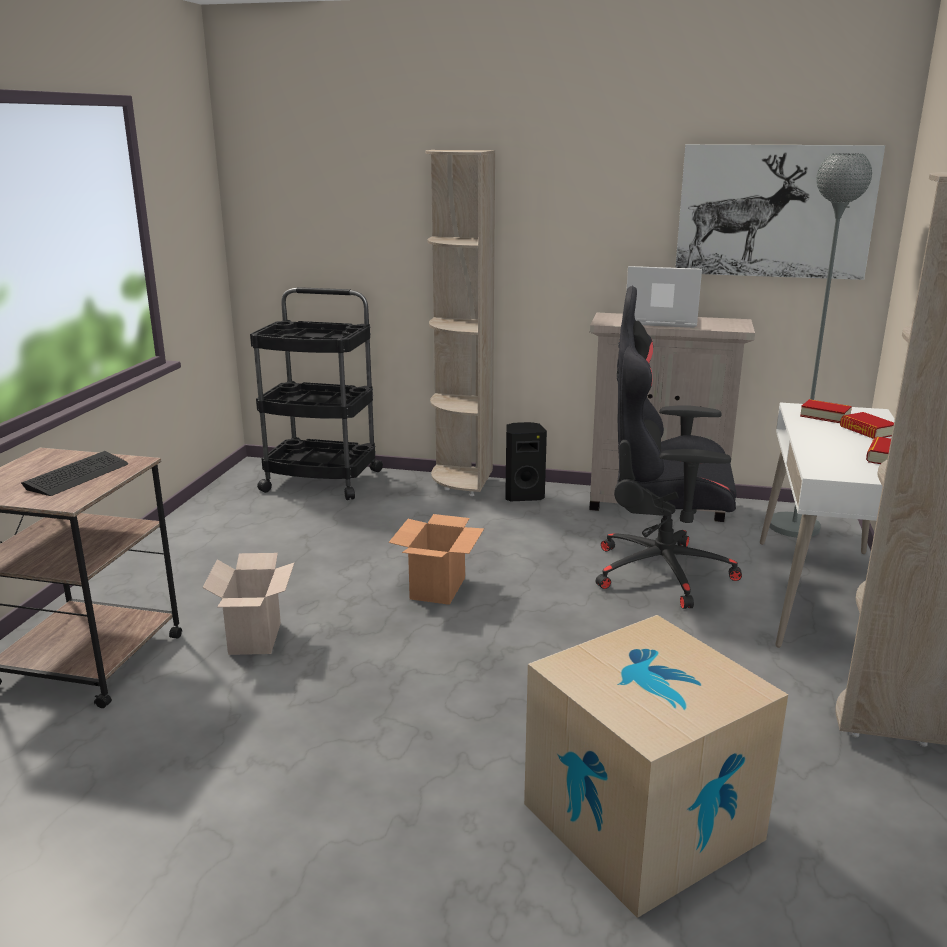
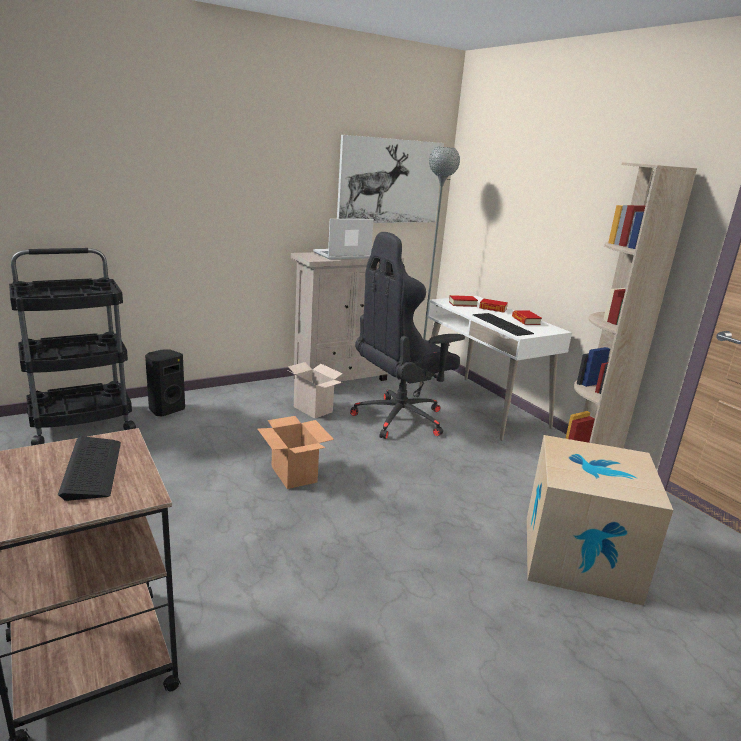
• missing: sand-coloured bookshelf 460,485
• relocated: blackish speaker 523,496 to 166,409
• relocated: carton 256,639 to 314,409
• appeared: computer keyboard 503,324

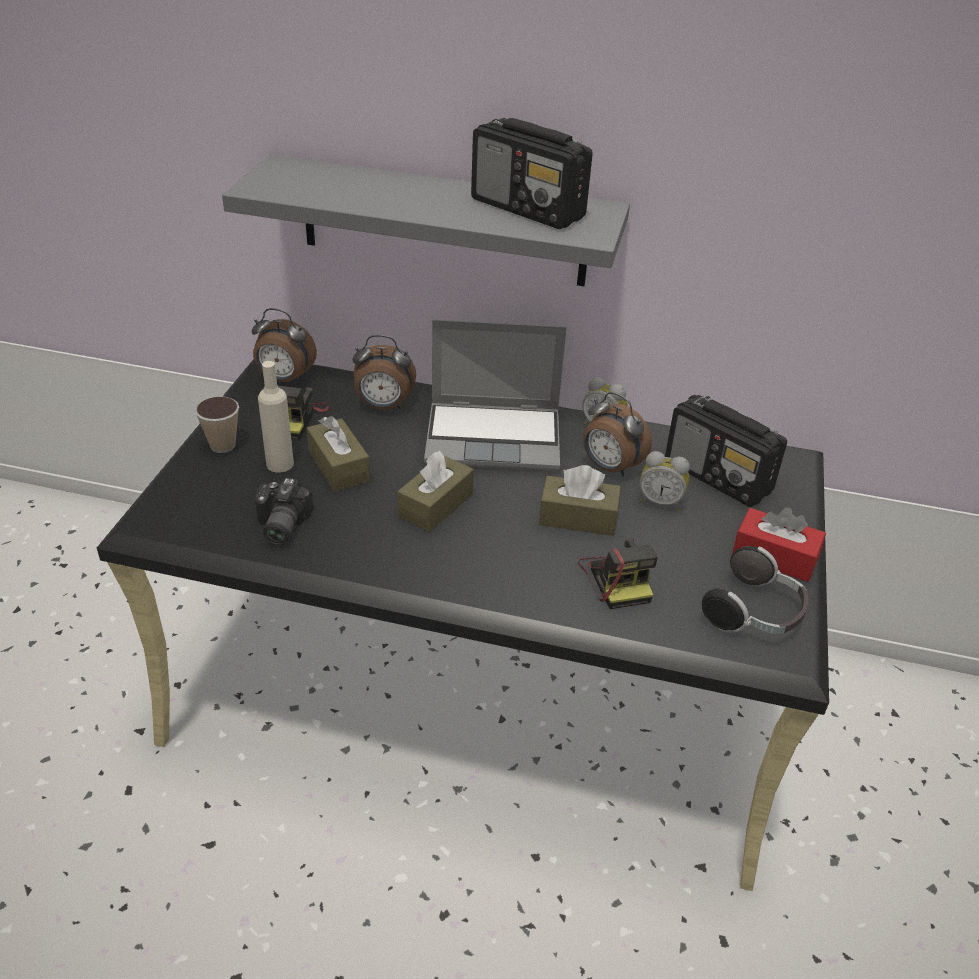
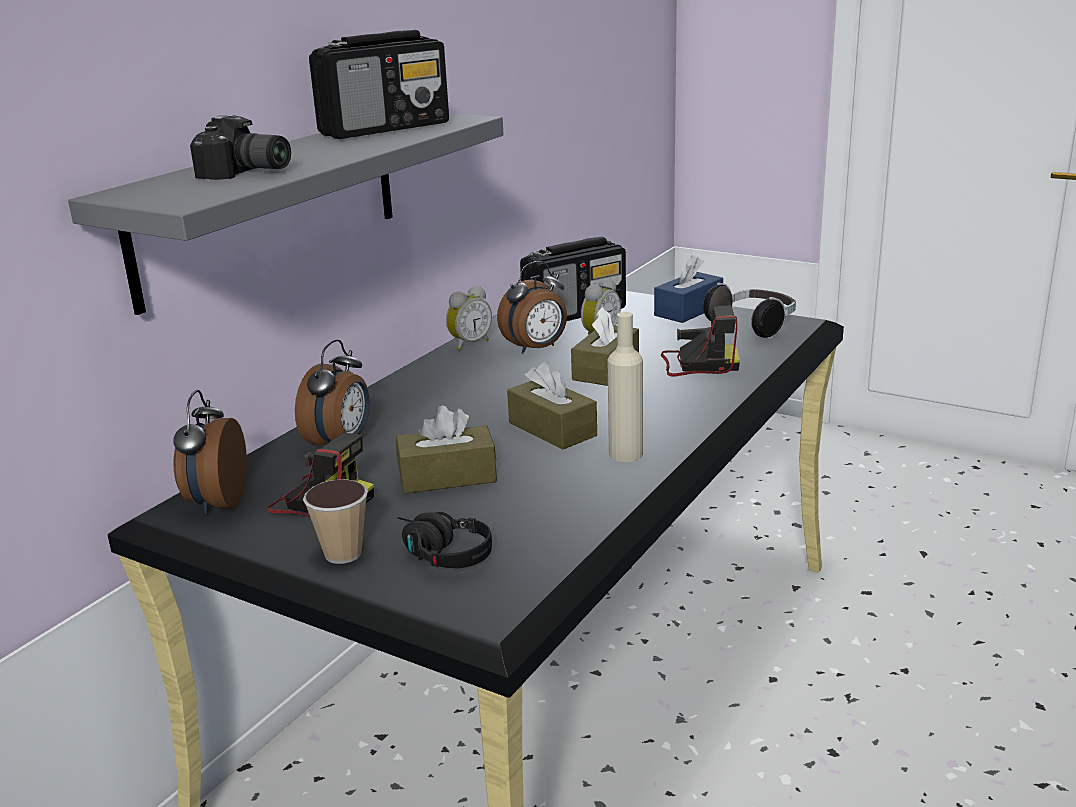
• spun: table clock 284,379 = 216,503 150 degrees clockwise
• missing: laptop 495,438
• relocated: sand-coloured bottle 280,464 to 625,454
• relocated: still camera 279,526 to 245,173
• colour: red tissue box 774,556 to blue-coloured tissue box 688,310
• appeared: blackish headset 438,554

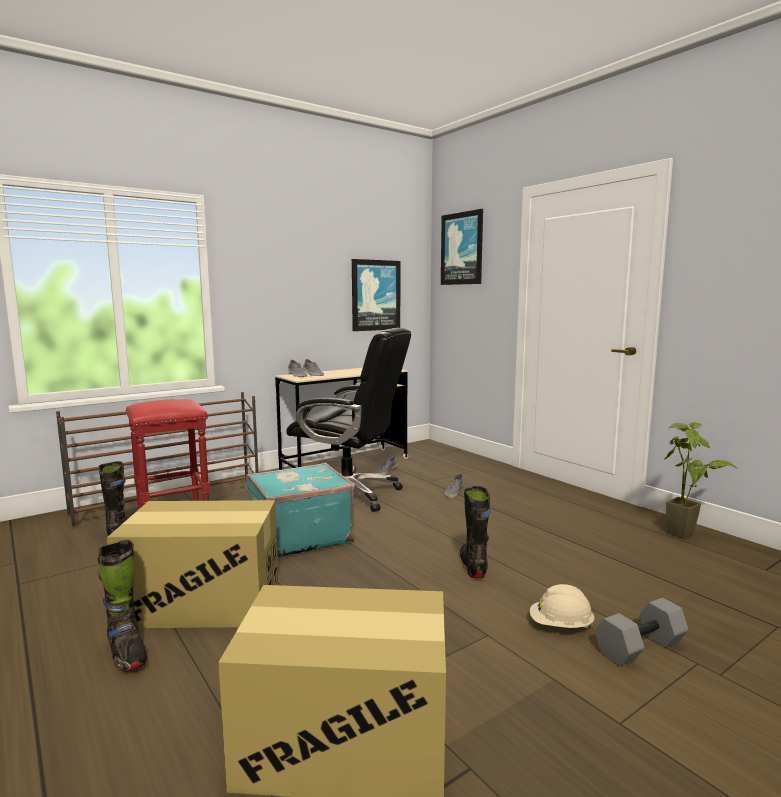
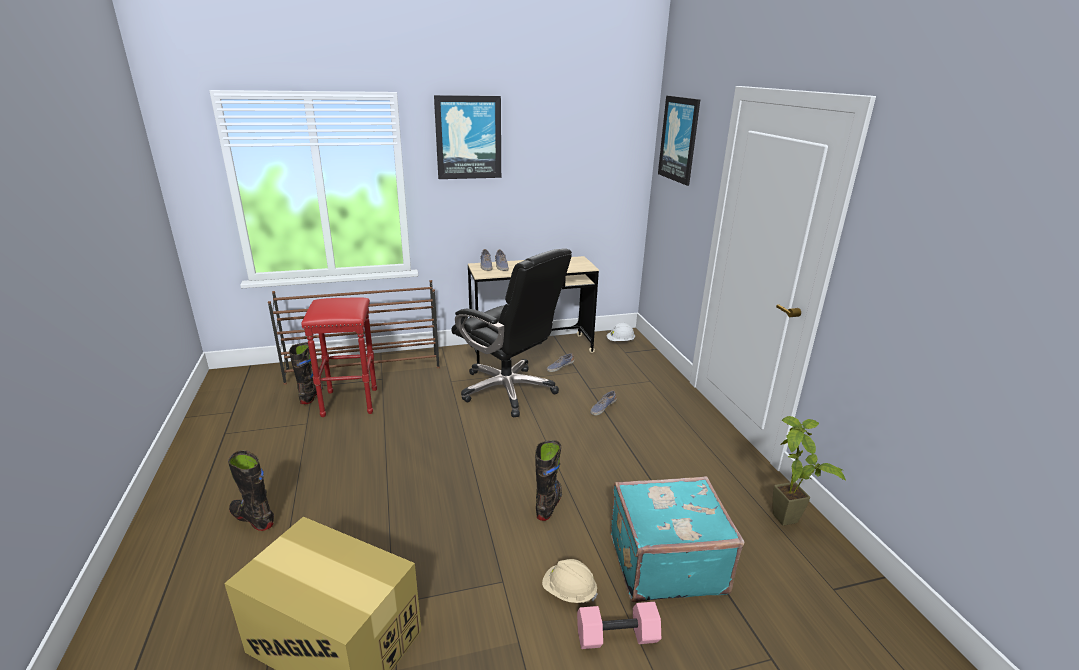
• relocated: wall picture 375,295 to 468,137
• relocated: turquoise-coloured piece of luggage 299,536 to 664,561
• missing: carton 204,601
• spun: blackish high-top boot 126,653 = 253,518 135 degrees clockwise
• colour: grey hand weight 640,649 to pink-coloured hand weight 616,638
• appeared: white-coloured safety helmet 620,341

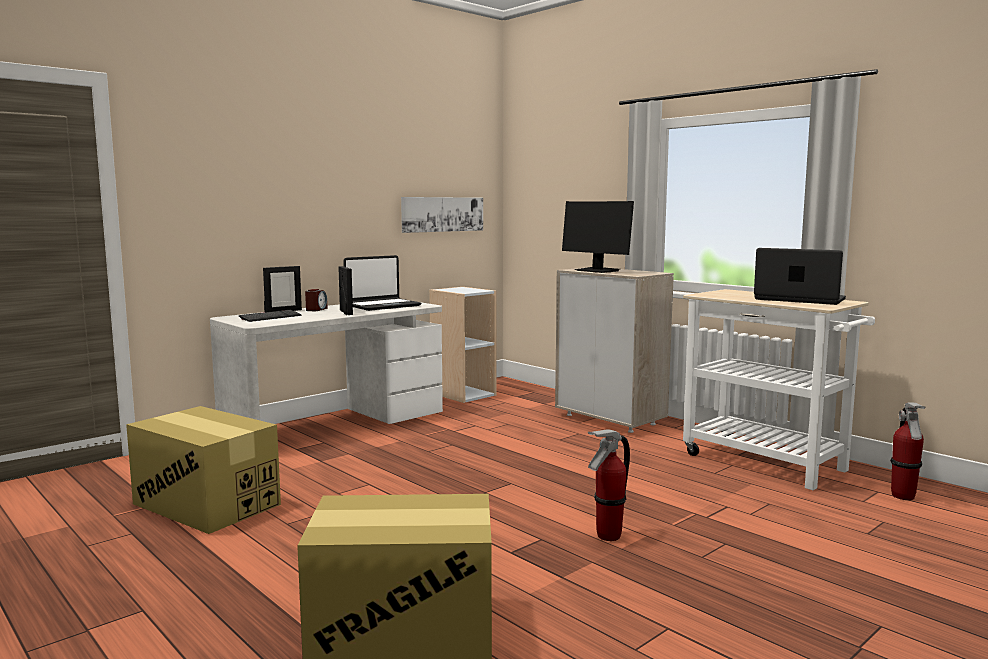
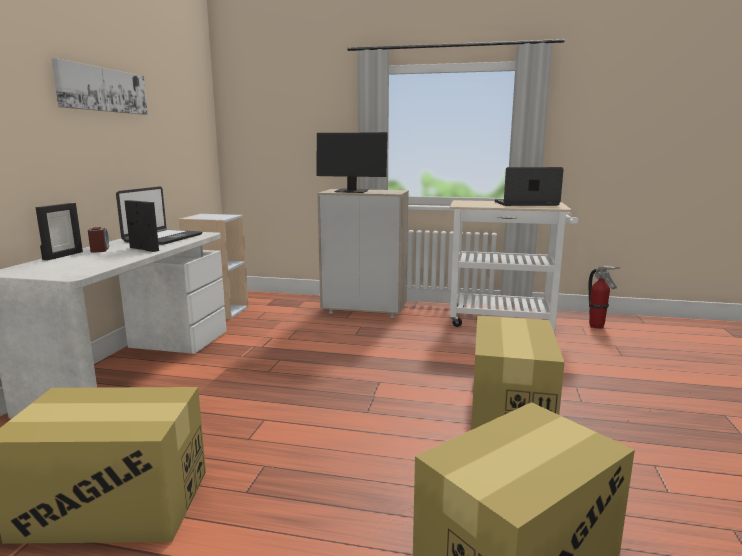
• relocated: wall picture 442,214 to 102,90
• missing: computer keyboard 270,317
• exchanged: extinguisher 608,536 to carton 510,405

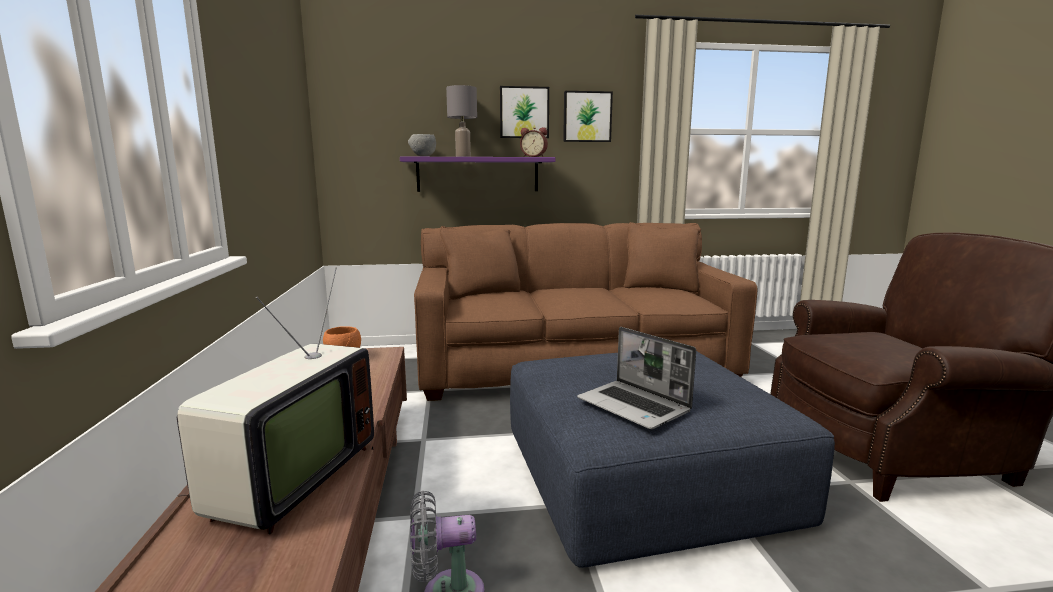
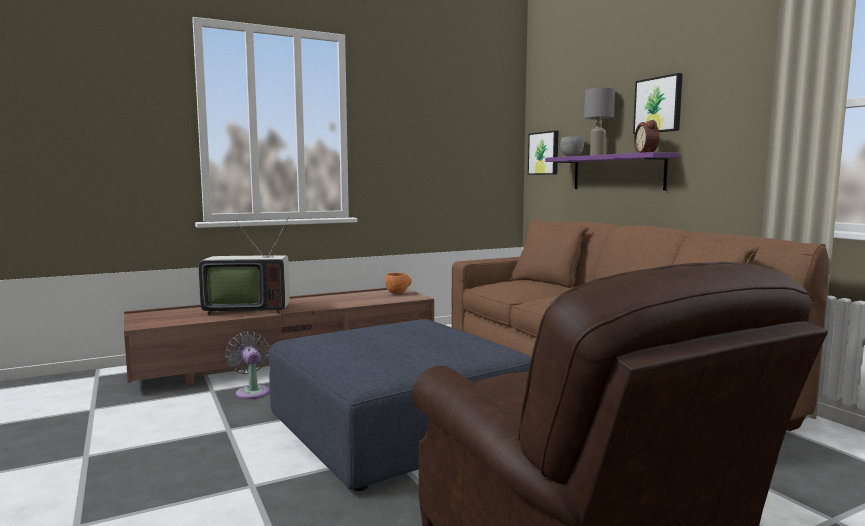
• relocated: wall picture 587,117 to 544,153
• missing: laptop 634,406

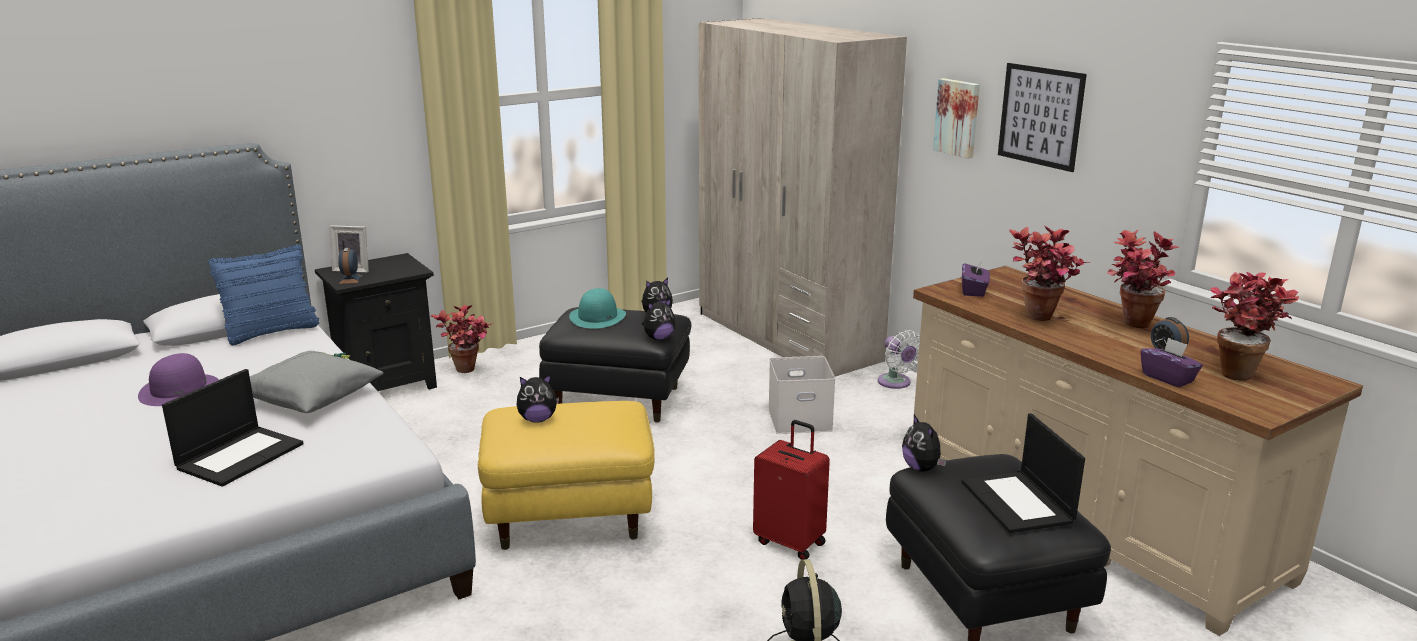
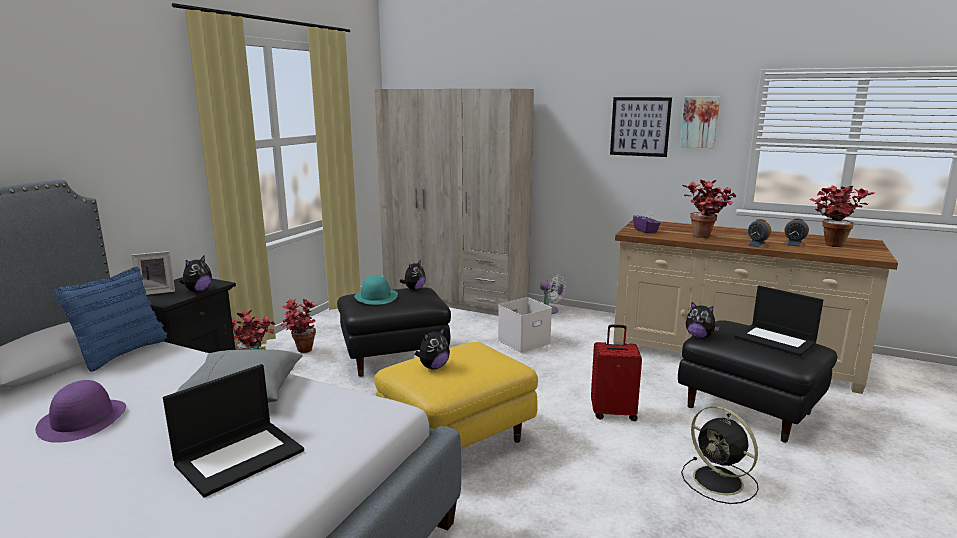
• relocated: wall picture 958,117 to 700,122
• relocated: potted plant 1130,326 to 301,352
• relocated: table clock 350,279 to 757,245
• relocated: soft toy 658,338 to 198,291
• missing: purple tissue box 1168,378
• spun: laptop 240,455 = 240,456 45 degrees clockwise

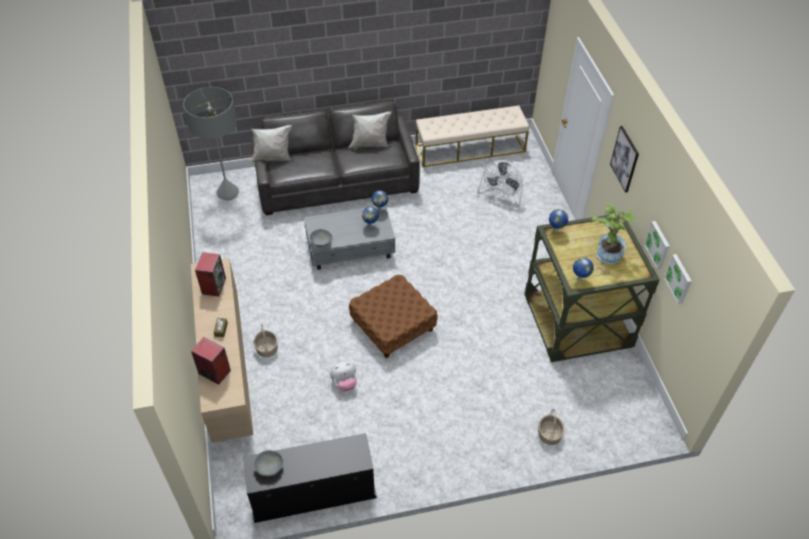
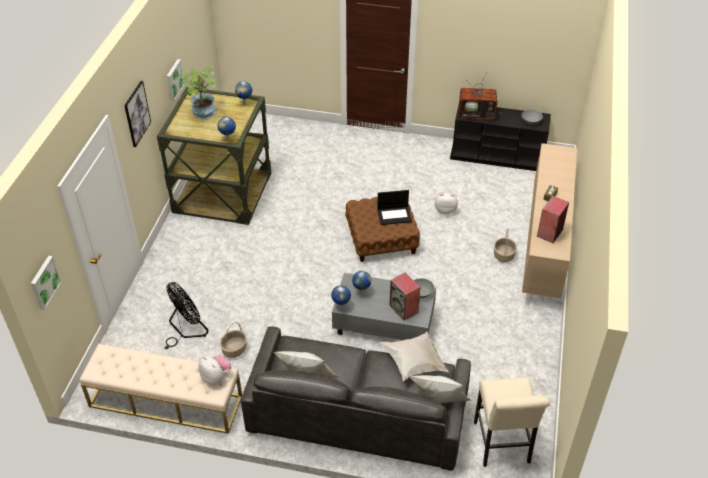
• exchanged: grey floor lamp 228,194 to sand-coloured stool 501,446
• colour: white-coloured electric fan 500,194 to blackish electric fan 183,327
• relocated: wall picture 679,278 to 44,282
• relocated: speaker 214,372 to 404,309
• relocated: household basket 549,434 to 234,349
• appeared: TV 477,114
• appeared: laptop 394,215
• appeared: white-coloured throw pillow 414,364
• appeared: soft toy 216,377

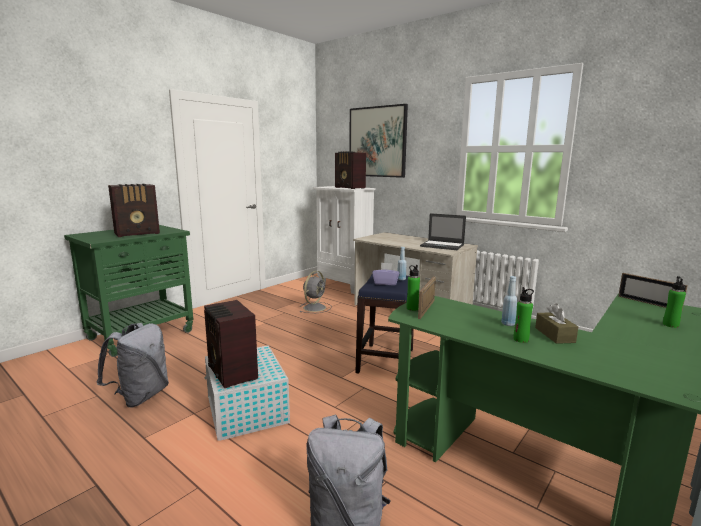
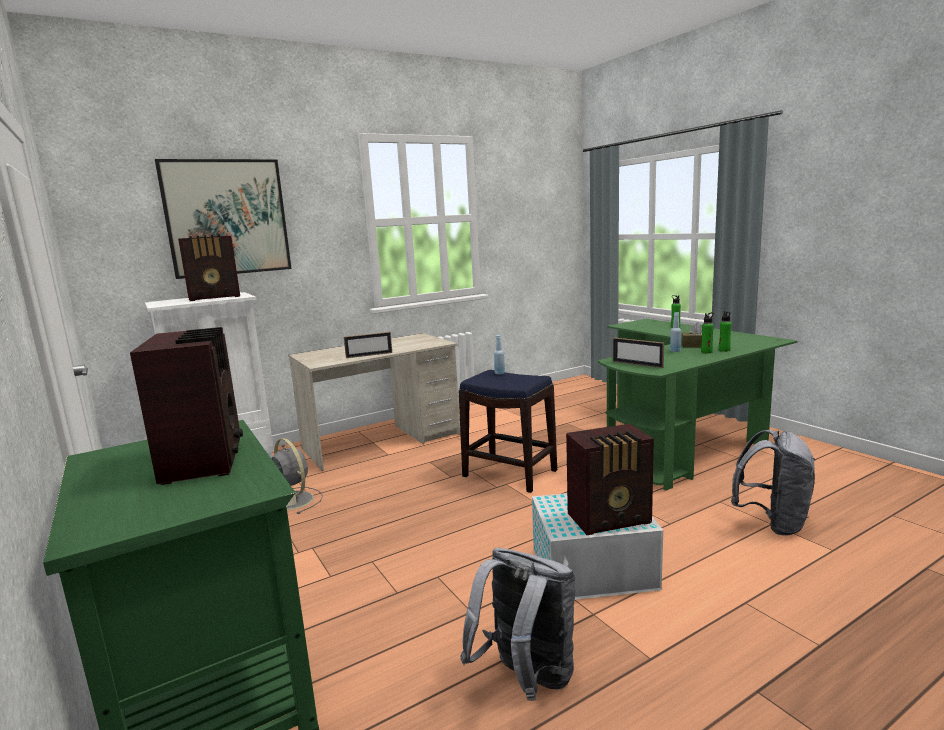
• missing: laptop 442,245
• missing: purple tissue box 385,283
• relocated: green-coloured bottle 412,308 to 724,350
• relocated: picture frame 648,303 to 369,355

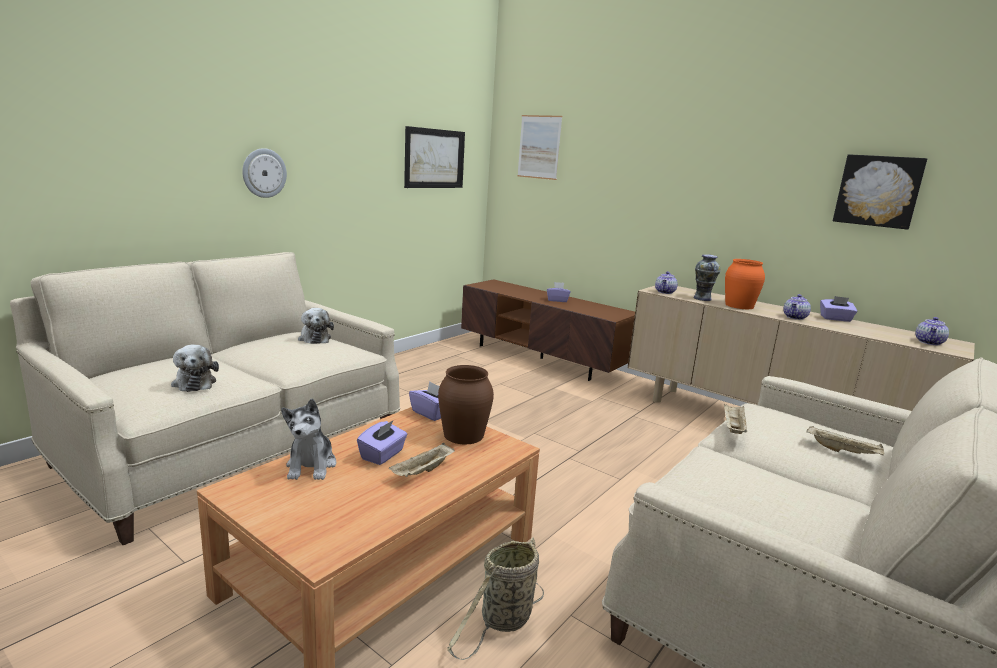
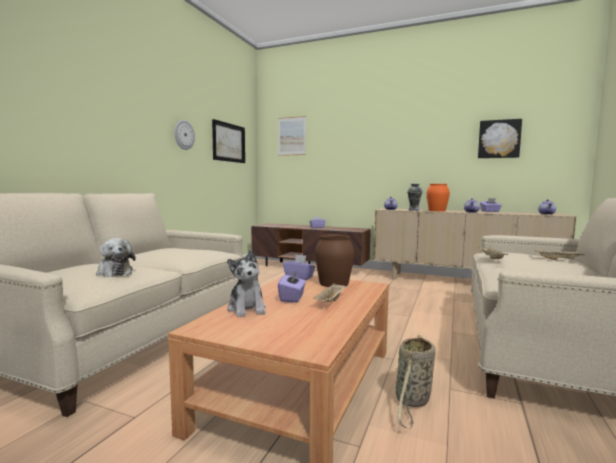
• relocated: hanging clock 264,173 to 184,135
• missing: soft toy 314,338

